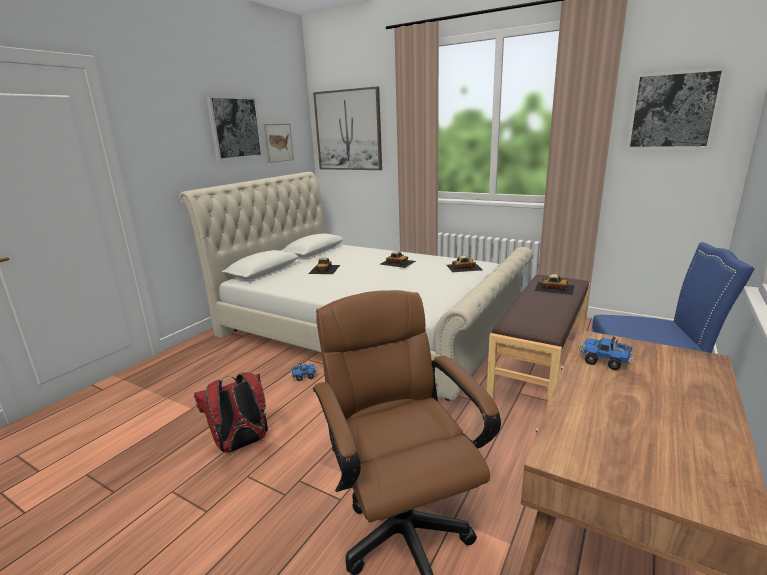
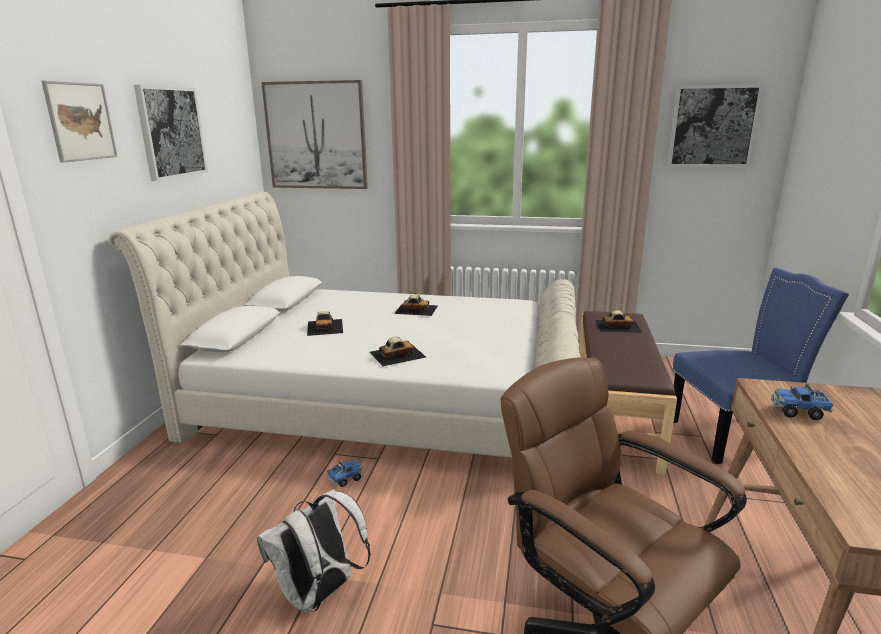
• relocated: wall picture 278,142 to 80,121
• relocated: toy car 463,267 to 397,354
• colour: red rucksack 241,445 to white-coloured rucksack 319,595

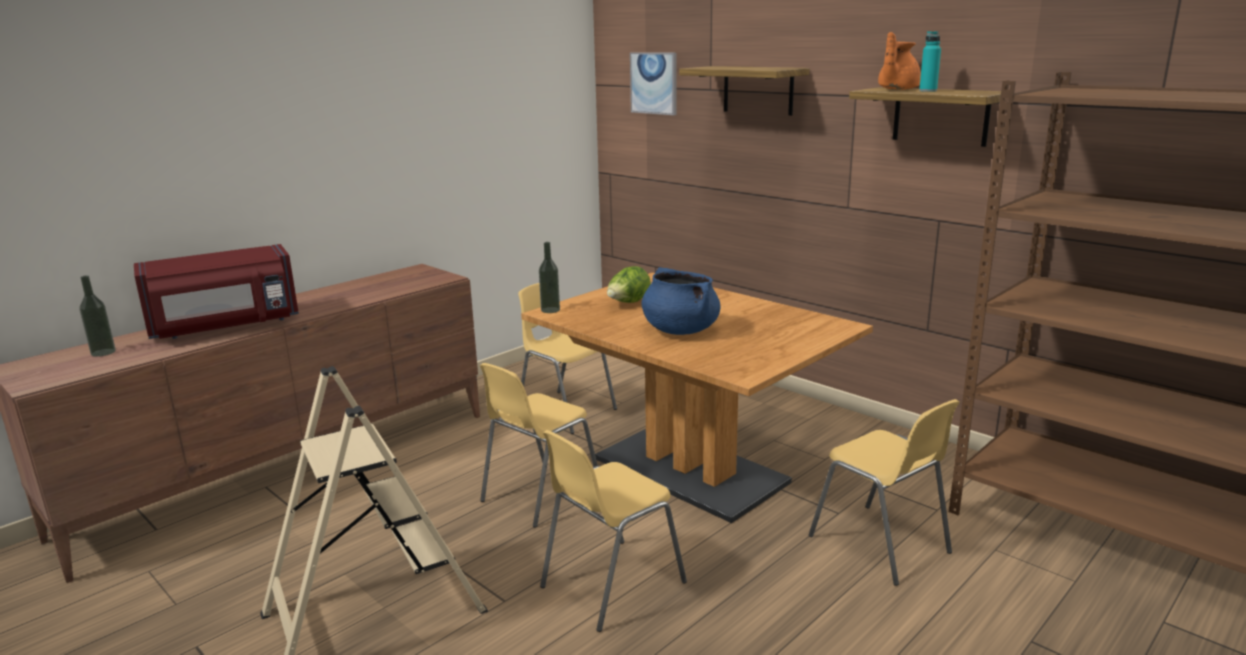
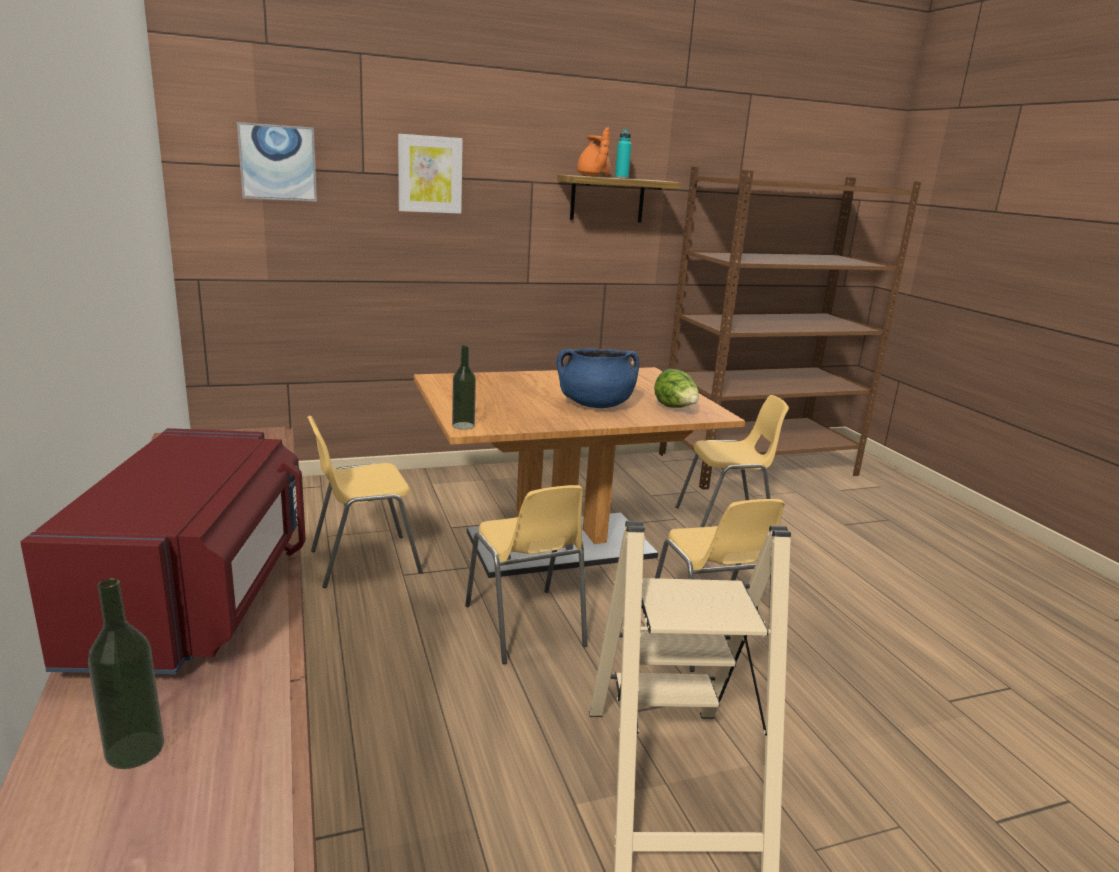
• exchanged: shelf 758,90 to wall picture 429,174
• relocated: head of lettuce 628,303 to 675,408

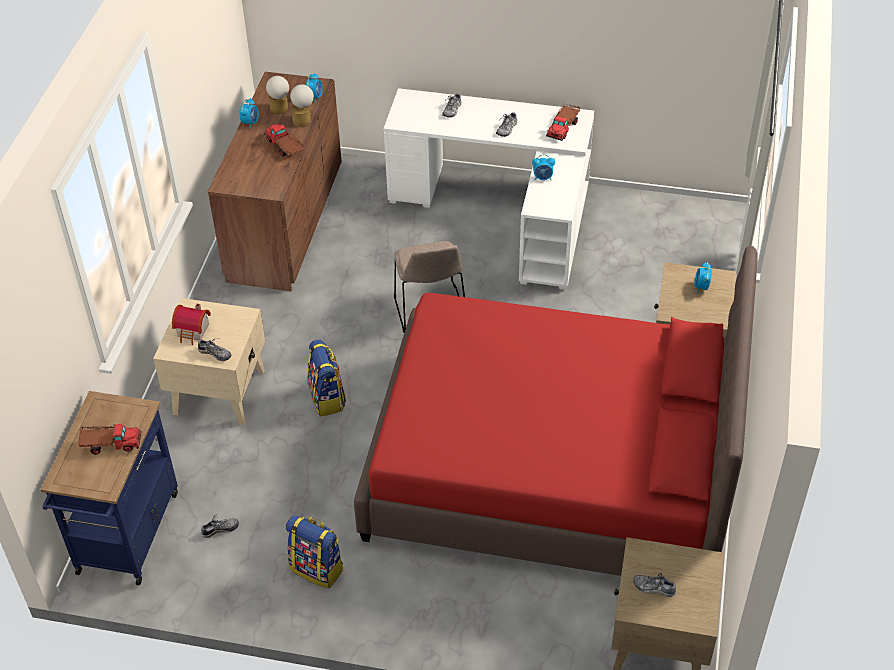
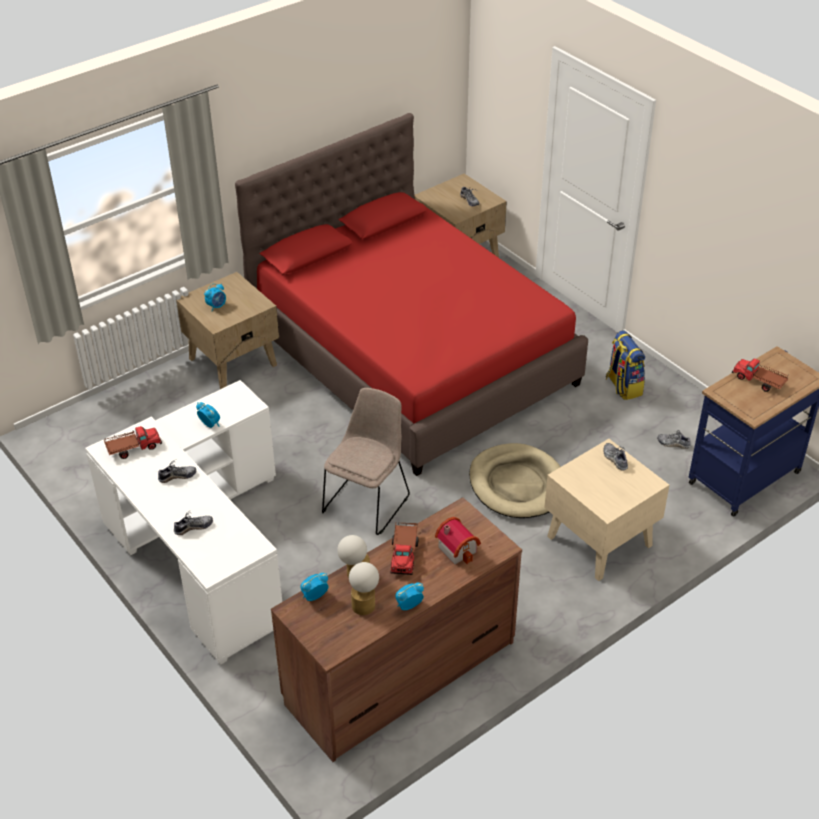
• relocated: toy house 193,331 to 458,548
• exchanged: rucksack 327,398 to sand-coloured dog cushion 517,484

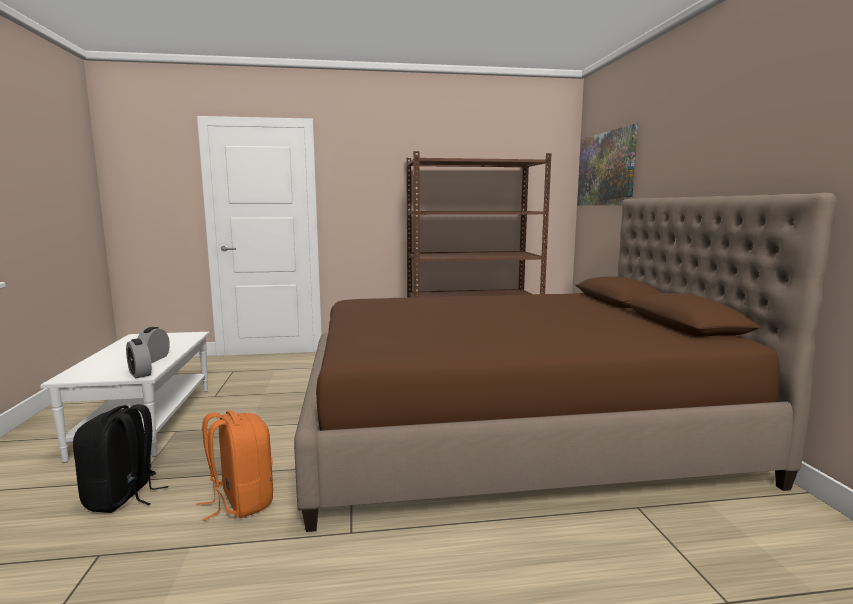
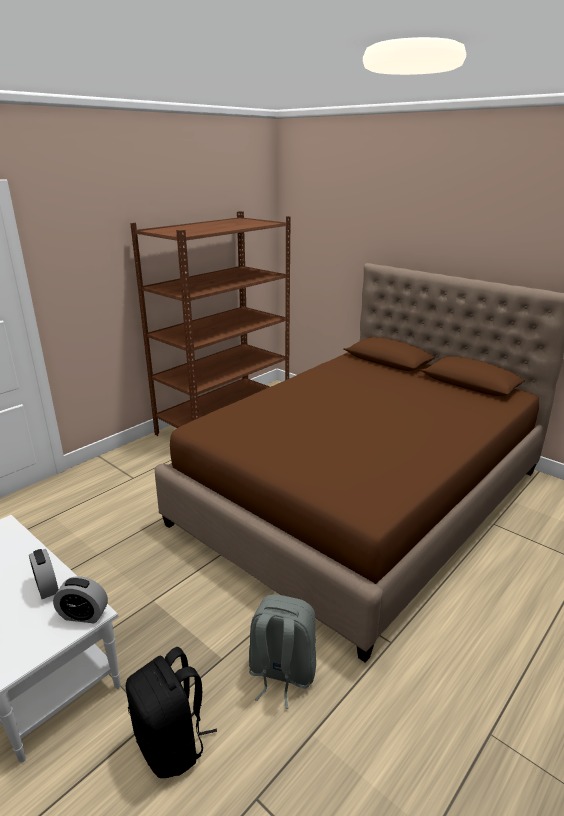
• missing: wall picture 606,169
• colour: orangey rucksack 240,502 to grey rucksack 281,673

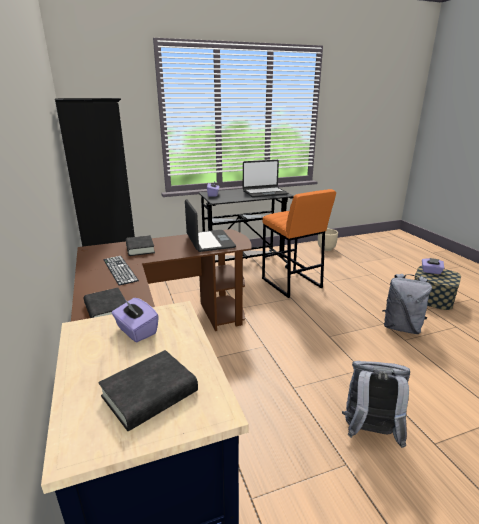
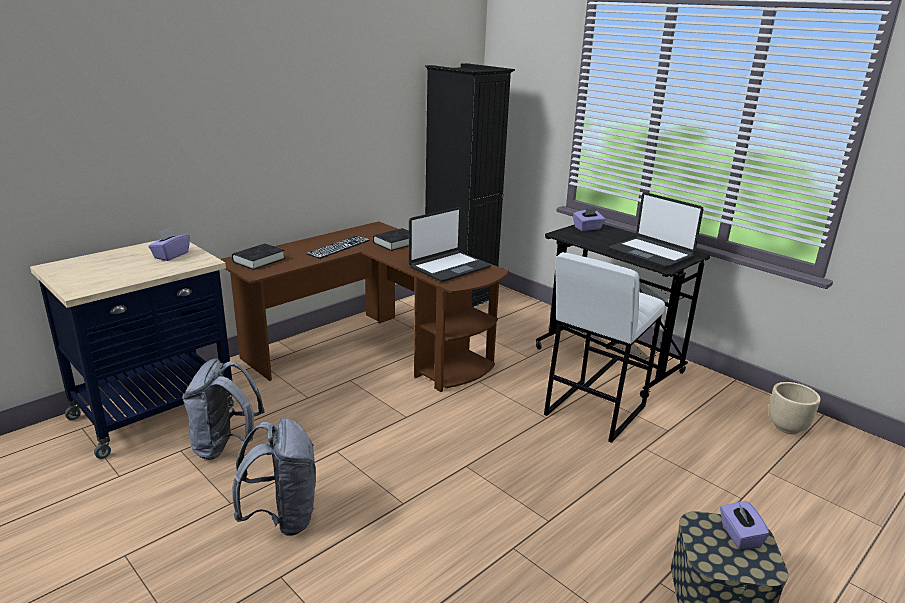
• colour: orangey stool 292,283 to white-coloured stool 594,411
• relocated: grey rucksack 401,327 to 225,446
• missing: blackish bound book 150,394

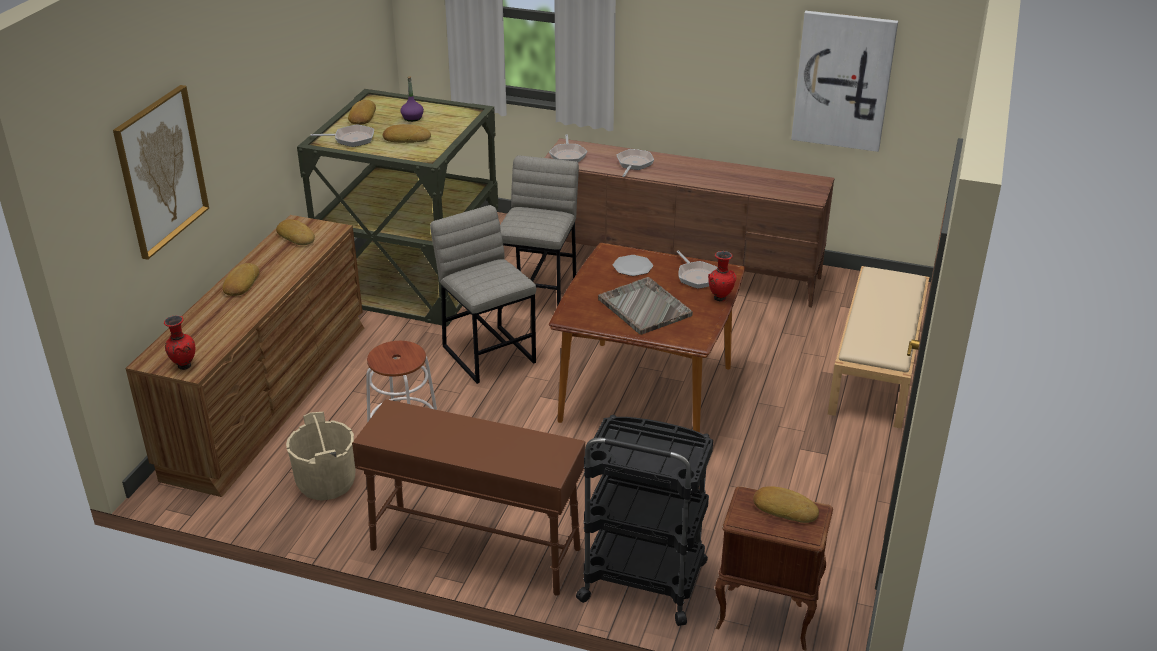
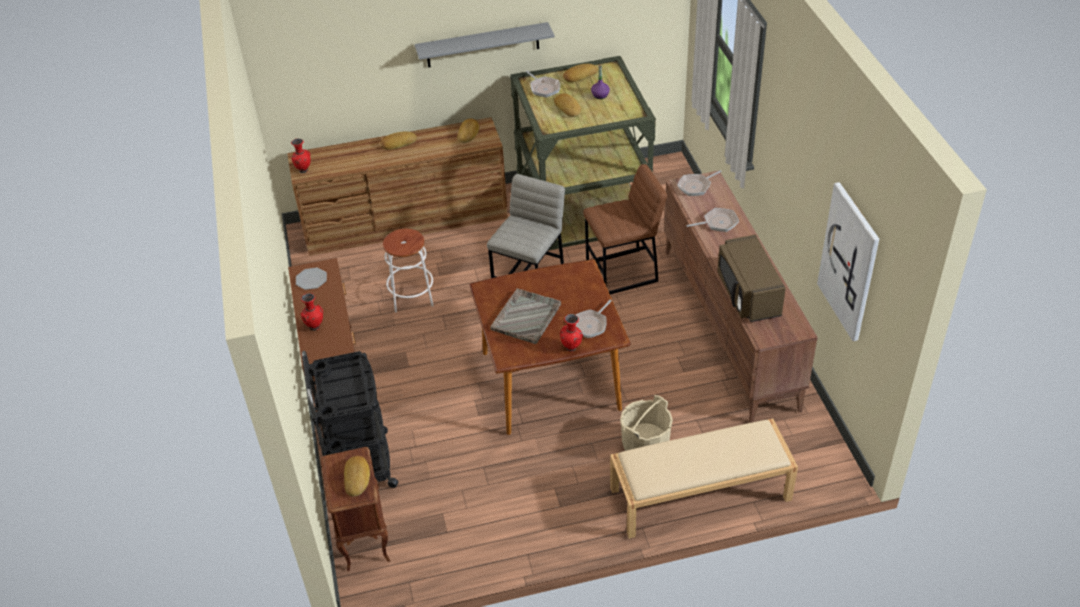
• missing: wall picture 161,171
• colour: grey chair 539,293 to brown-coloured chair 623,272
• relocated: flat dish 632,266 to 311,279
• relocated: sand-coloured pail 326,482 to 645,446
• appeared: grey shelf 482,45
• appeared: brown-coloured kitchen microwave 747,294
• appeared: red flower vase 315,327

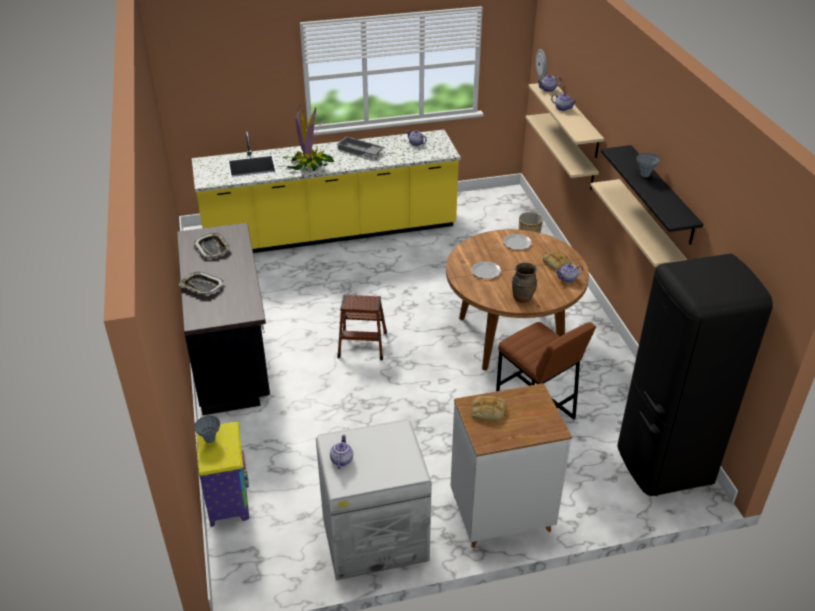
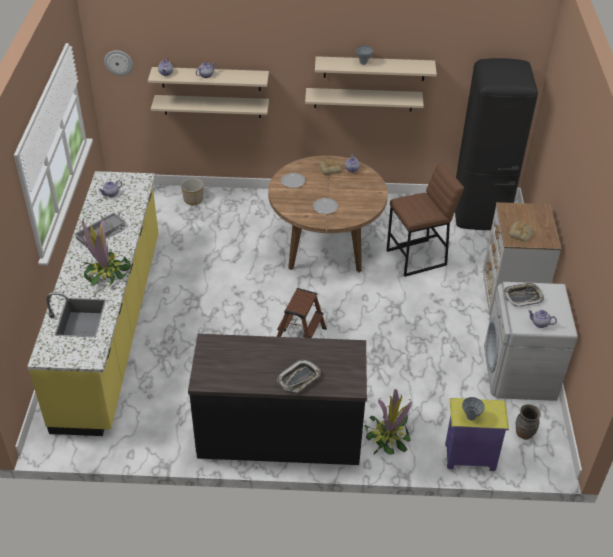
• colour: blackish shelf 662,195 to sand-coloured shelf 374,68
• relocated: tray 213,248 to 523,297
• relocated: brown-coloured flower vase 522,298 to 524,433
• appeared: potted plant 388,437

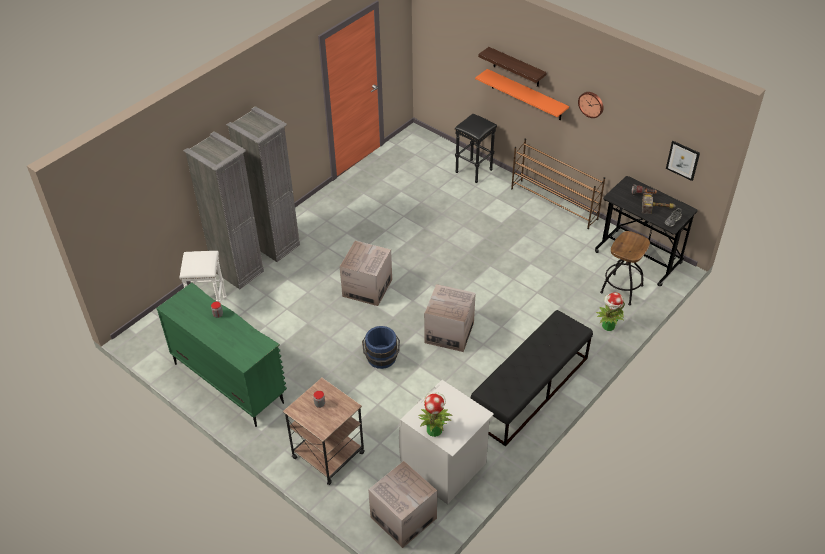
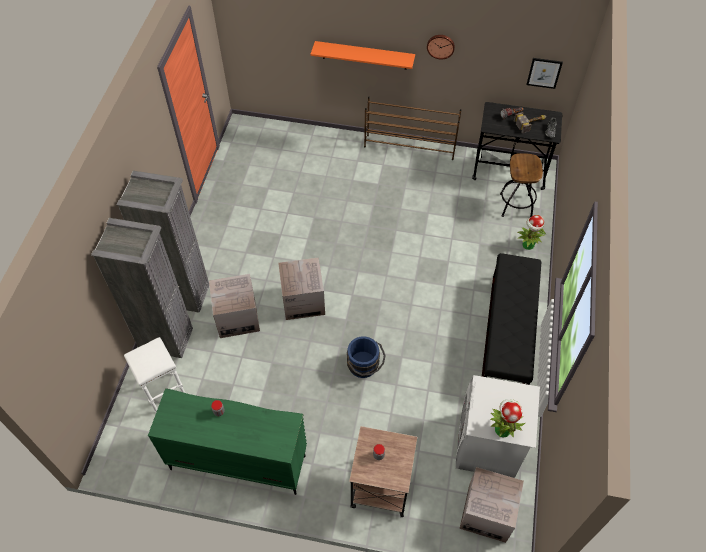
• missing: shelf 516,67
• missing: blackish stool 474,171
• relocated: carton 449,332 to 237,317

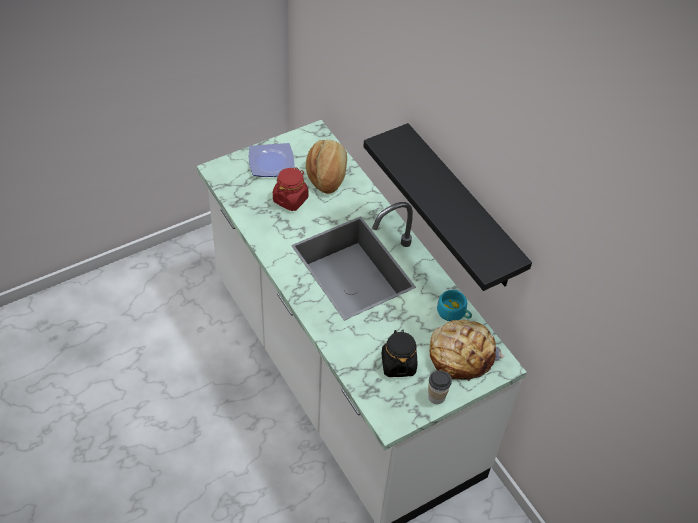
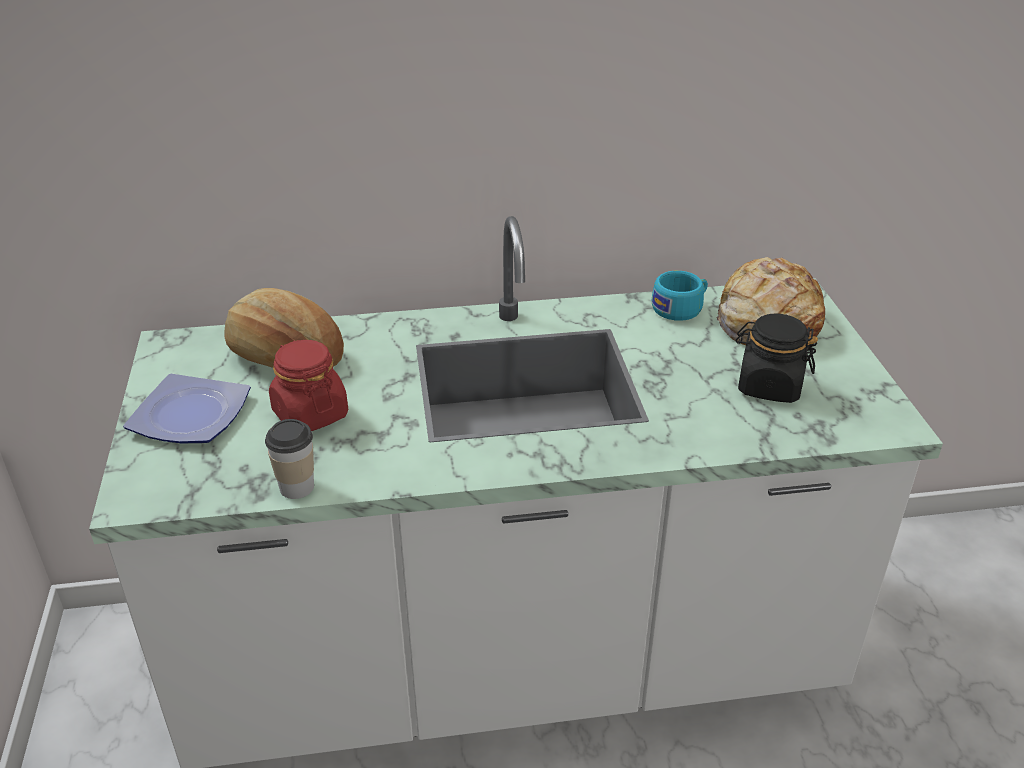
• missing: blackish shelf 462,209
• relocated: small cup 436,397 to 297,487

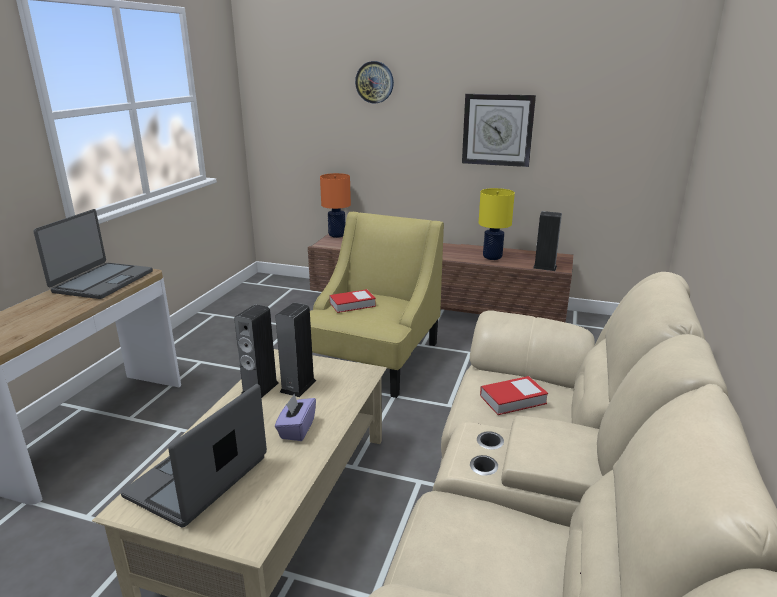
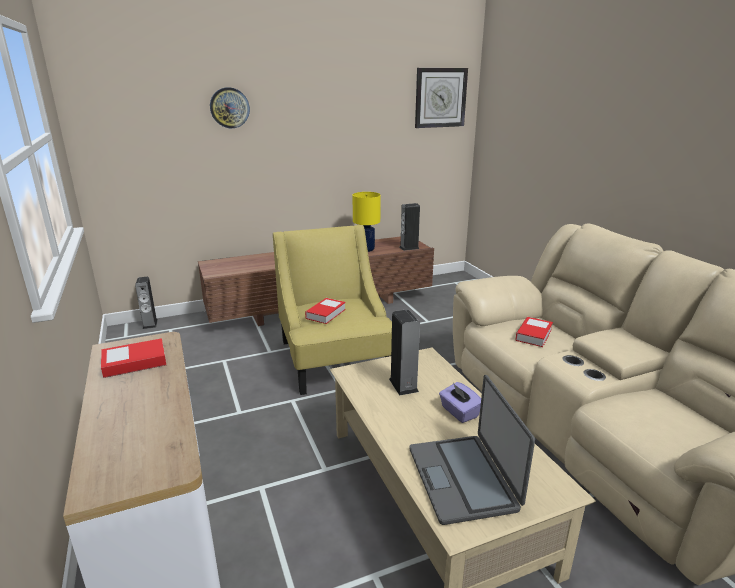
• relocated: hanging clock 497,130 to 440,98
• missing: orangey table lamp 336,236
• exchanged: laptop 102,282 to bound book 135,363
• relocated: speaker 260,388 to 150,324

